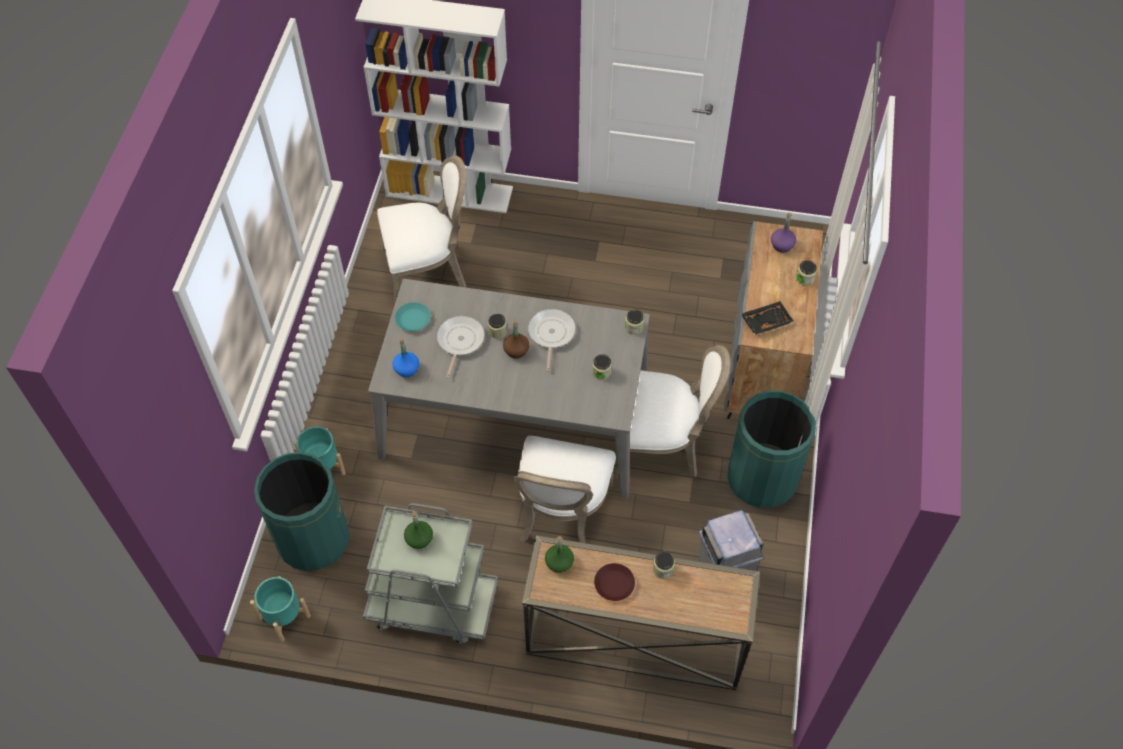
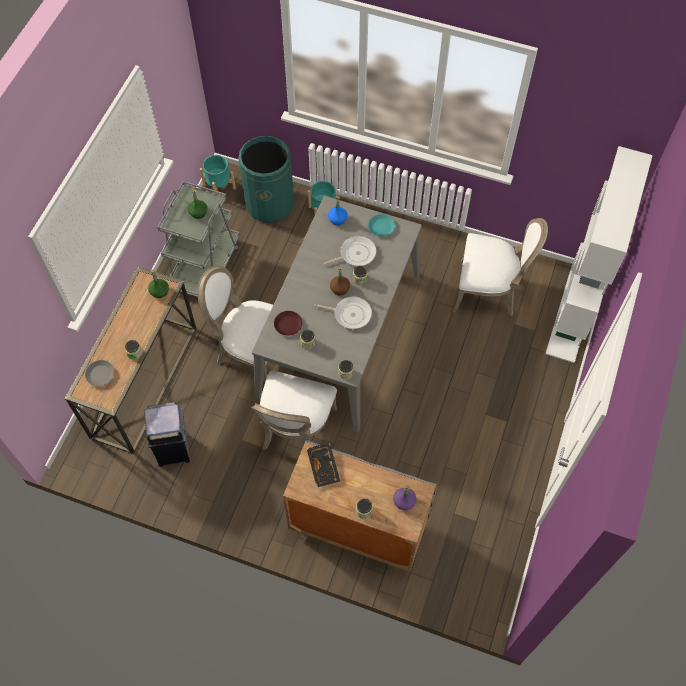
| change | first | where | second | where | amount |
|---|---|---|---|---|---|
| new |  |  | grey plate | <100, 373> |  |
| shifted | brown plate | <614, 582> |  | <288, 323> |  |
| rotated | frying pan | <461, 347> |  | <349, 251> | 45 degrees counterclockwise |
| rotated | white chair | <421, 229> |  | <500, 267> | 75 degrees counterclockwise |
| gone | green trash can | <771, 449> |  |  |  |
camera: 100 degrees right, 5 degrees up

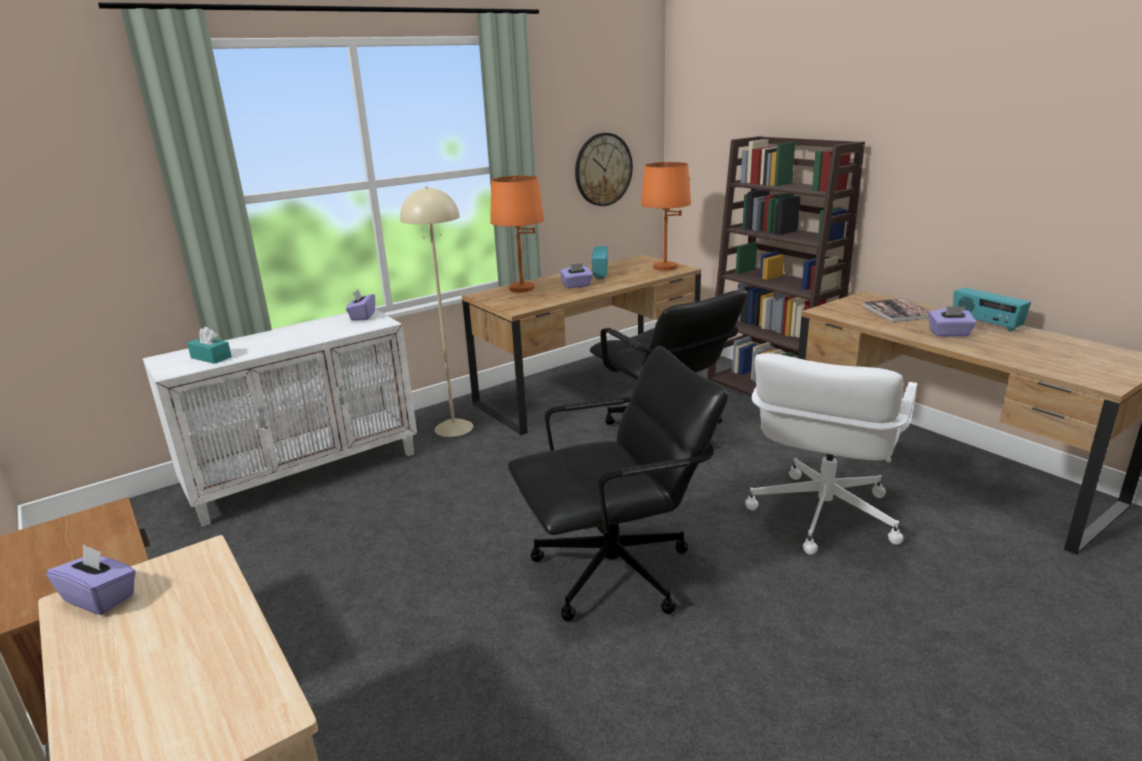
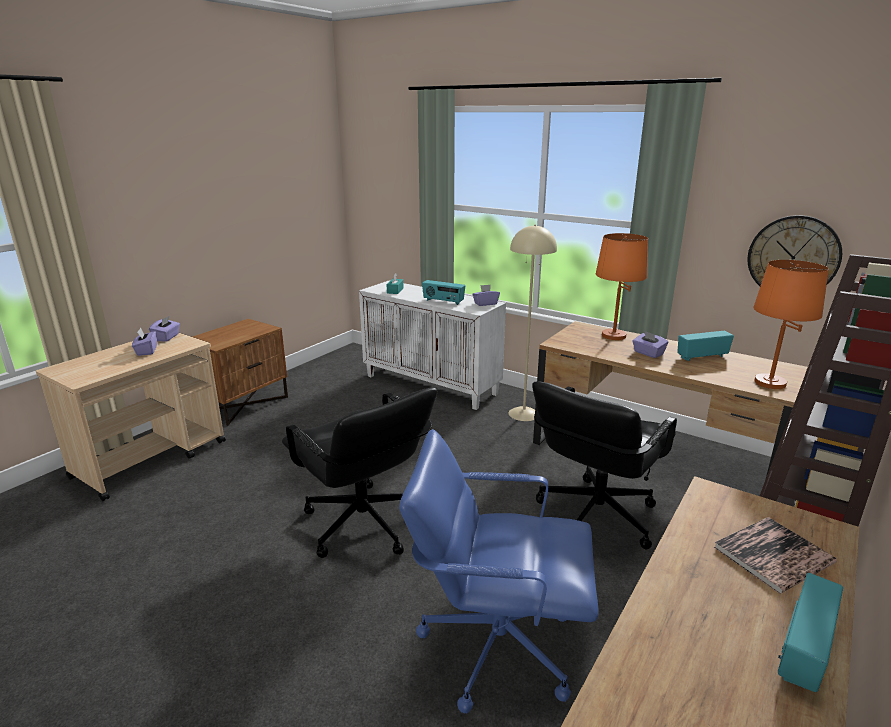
| change | first | where | second | where | amount |
|---|---|---|---|---|---|
| shifted | purple tissue box | <952, 321> |  | <144, 342> |  |
| repainted | white office chair | <831, 454> | blue office chair | <499, 571> |  |
| new |  |  | radio | <443, 292> |  |
camera: 70 degrees right, 0 degrees up

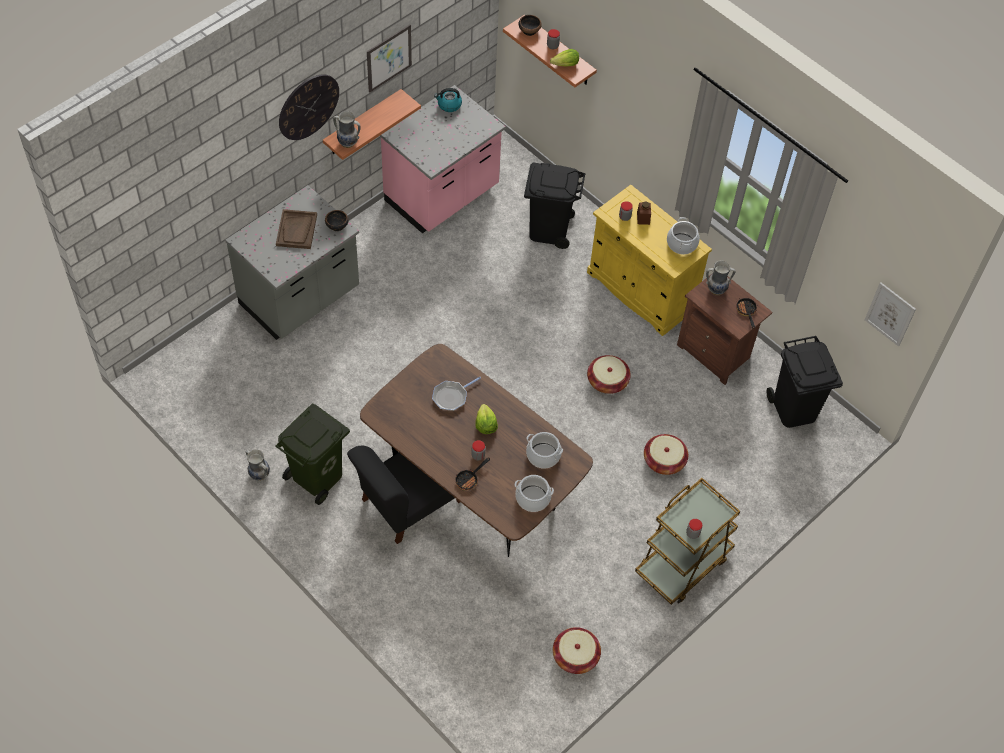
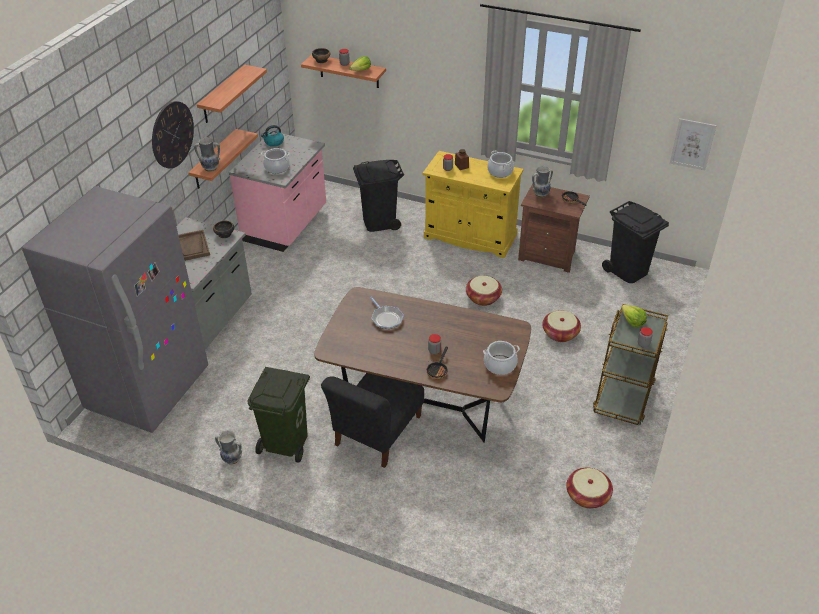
| change | first | where | second | where | amount |
|---|---|---|---|---|---|
| new |  |  | grey fridge | <115, 309> |  |
| swapped | picture | <389, 58> | shelf | <232, 94> |  |
| shifted | cooking pot | <544, 450> |  | <275, 161> |  |
| rotated | frying pan | <456, 394> |  | <387, 313> | 60 degrees counterclockwise |
| shifted | lettuce | <486, 419> |  | <634, 316> |  |
camera: 20 degrees left, 15 degrees down

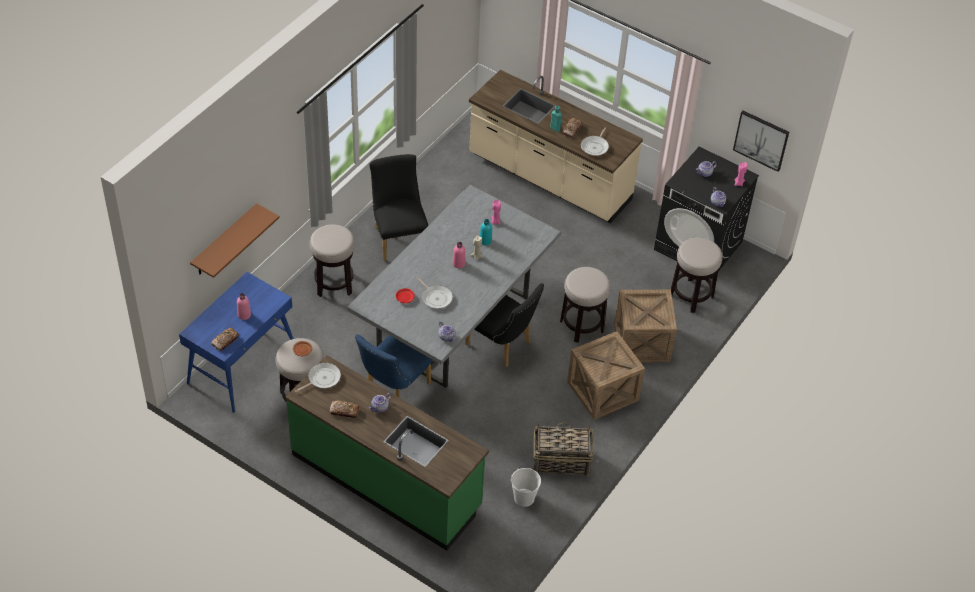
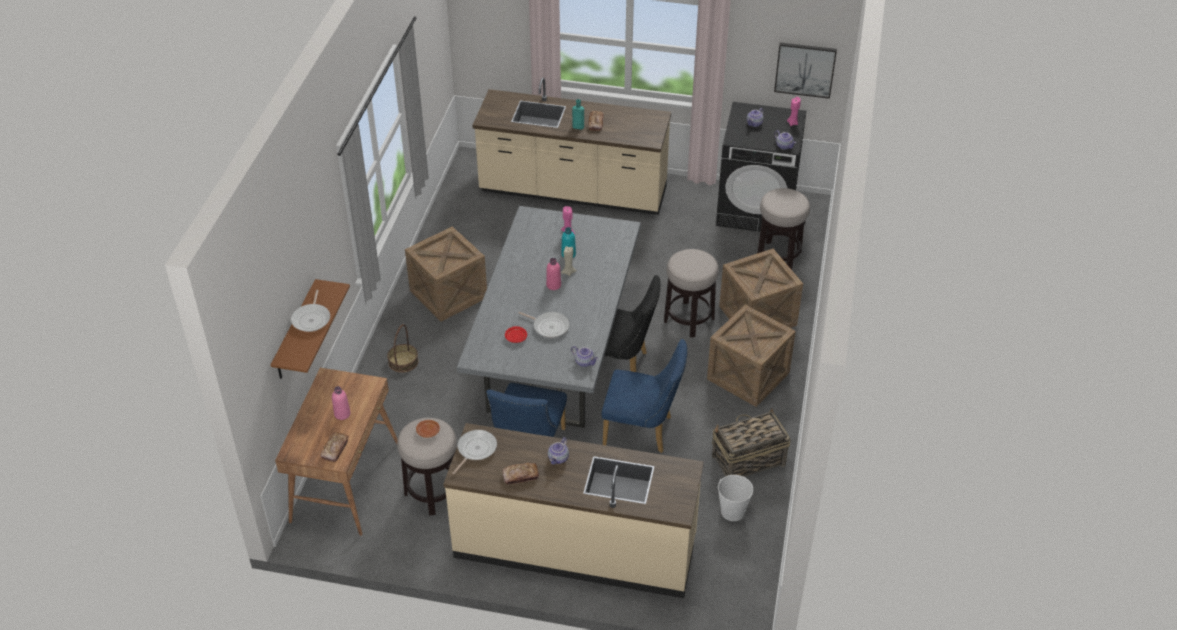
| change | first | where | second | where | amount |
|---|---|---|---|---|---|
| repainted | blue desk | <236, 342> | brown desk | <336, 452> |  |
| shifted | frying pan | <595, 141> |  | <310, 311> |  |
| swapped | stool | <332, 260> | basket | <403, 348> |  |
| swapped | black chair | <398, 207> | crate | <446, 274> |  |
| repainted | green counter | <387, 453> | beige counter | <573, 510> |  |
| new |  |  | blue chair | <645, 396> |  |
camera: 20 degrees left, 5 degrees down

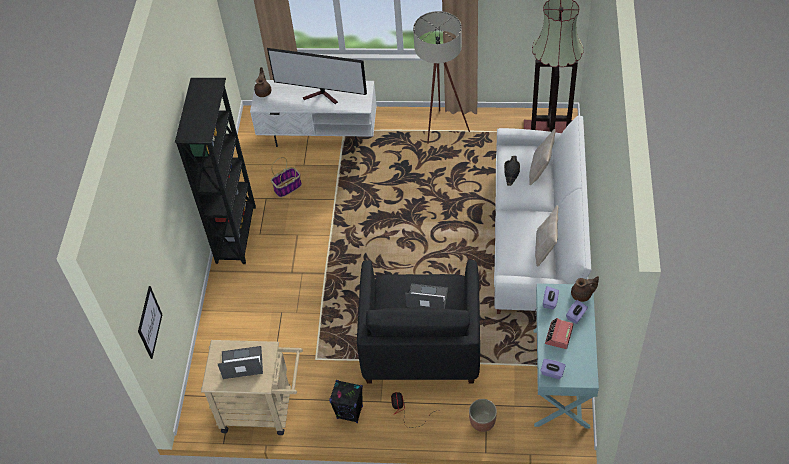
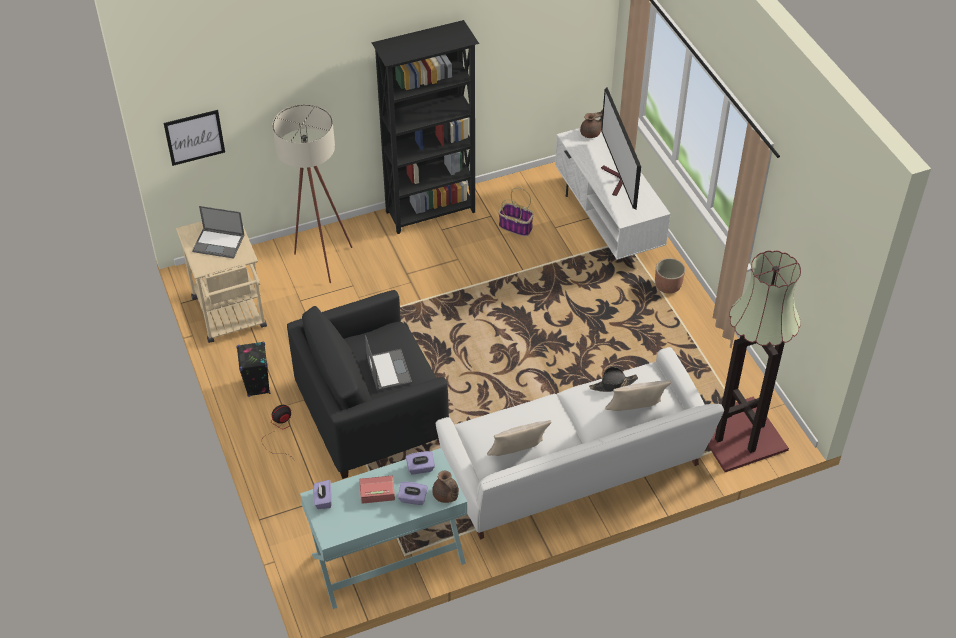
| change | first | where | second | where | amount |
|---|---|---|---|---|---|
| rotated | laptop | <240, 362> |  | <218, 232> | 135 degrees clockwise |
| shifted | beige floor lamp | <441, 77> |  | <312, 193> |  |
| shifted | planter | <483, 415> |  | <670, 276> |  |
camera: 60 degrees right, 5 degrees down

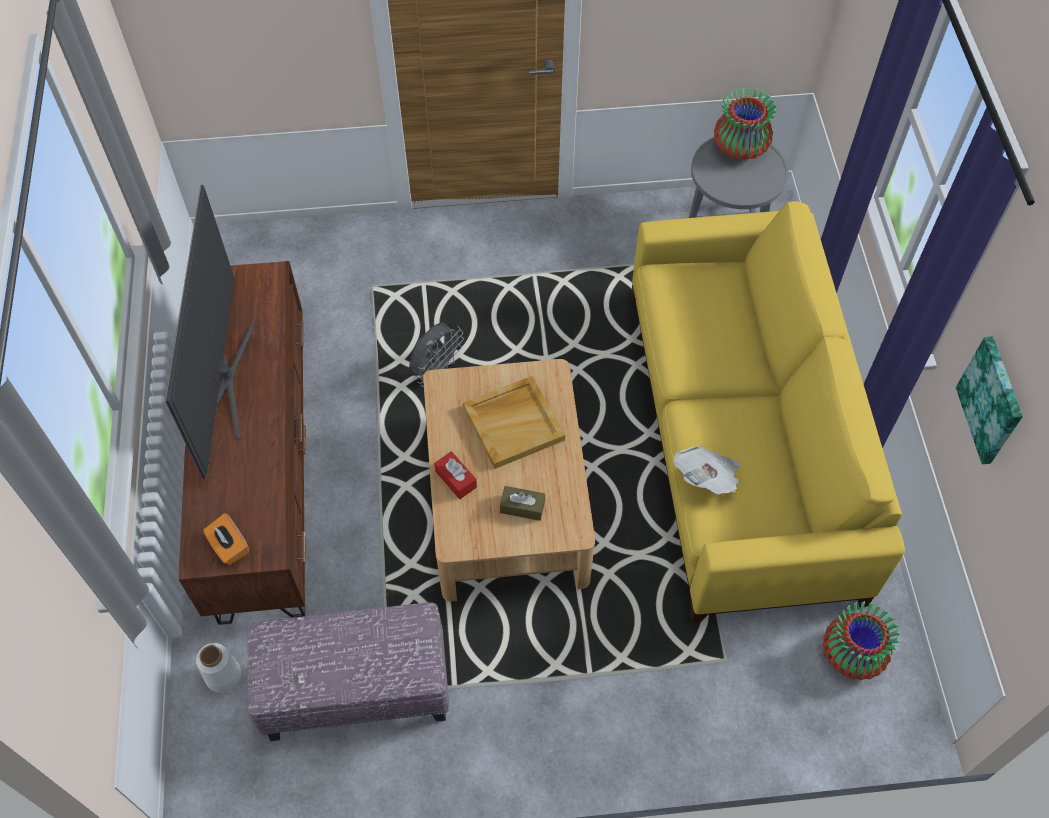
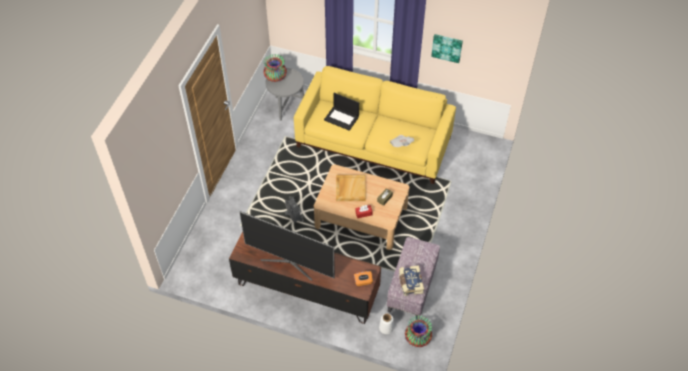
| change | first | where | second | where | amount |
|---|---|---|---|---|---|
| new |  |  | laptop | <341, 112> |  |
| new |  |  | book | <411, 280> |  |
| shifted | vase | <861, 641> |  | <418, 332> |  |
camera: 65 degrees left, 5 degrees down

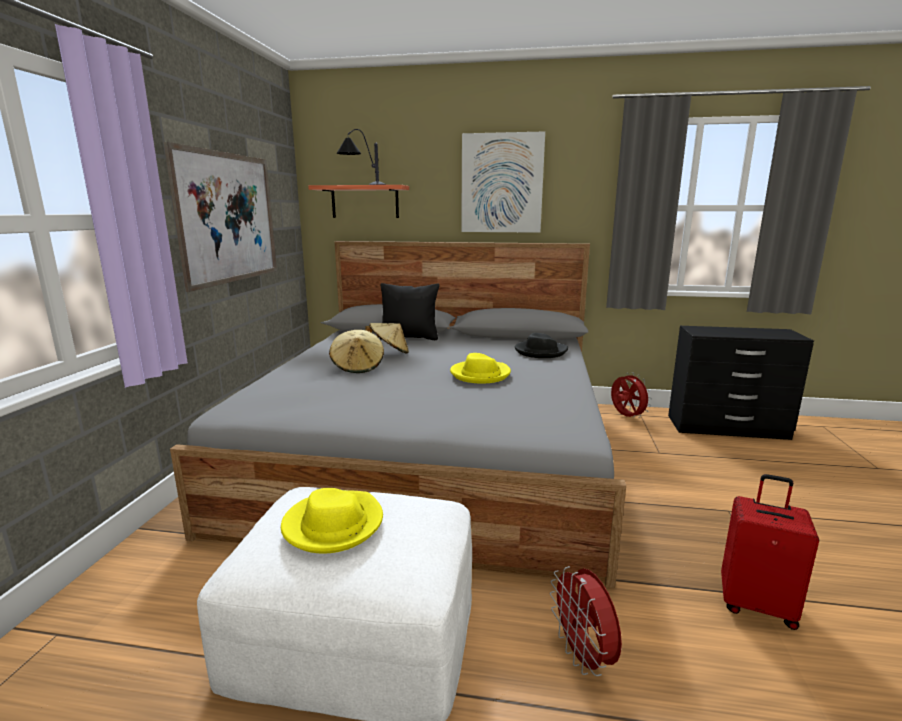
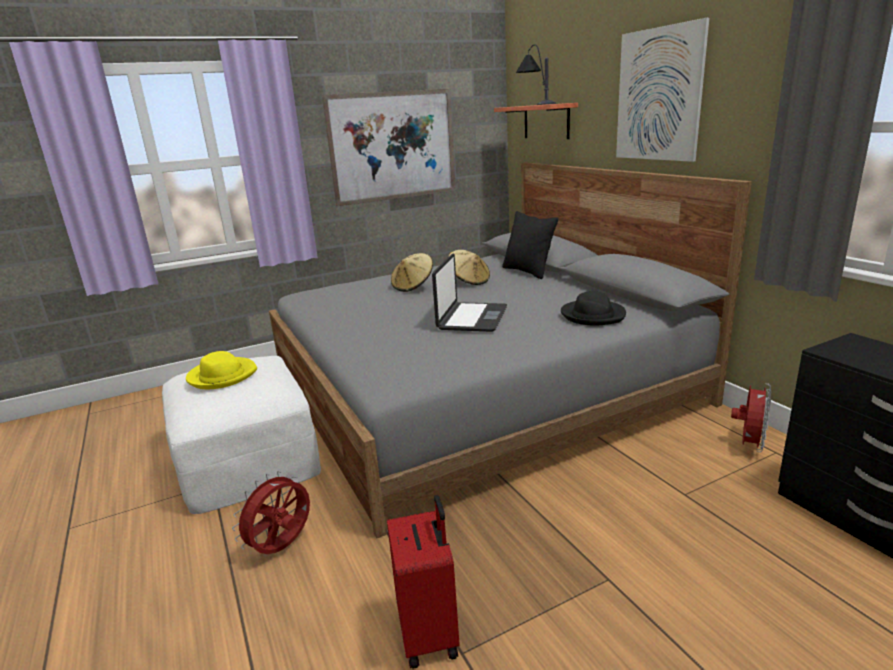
| change | first | where | second | where | amount |
|---|---|---|---|---|---|
| swapped | yellow hat | <480, 368> | laptop | <469, 292> |  |
camera: 55 degrees right, 5 degrees up

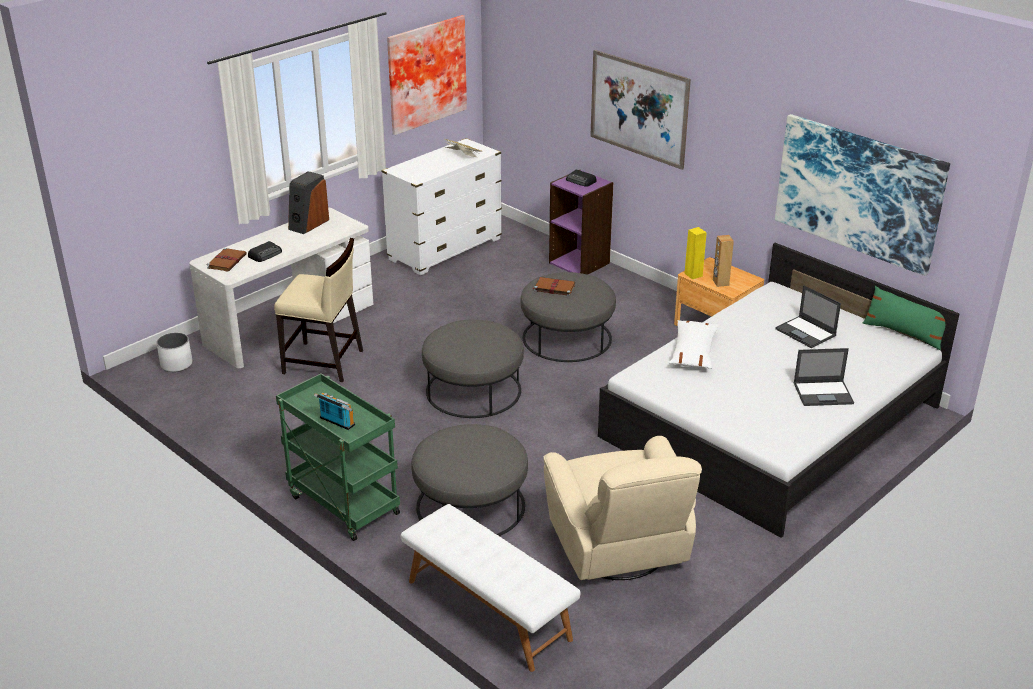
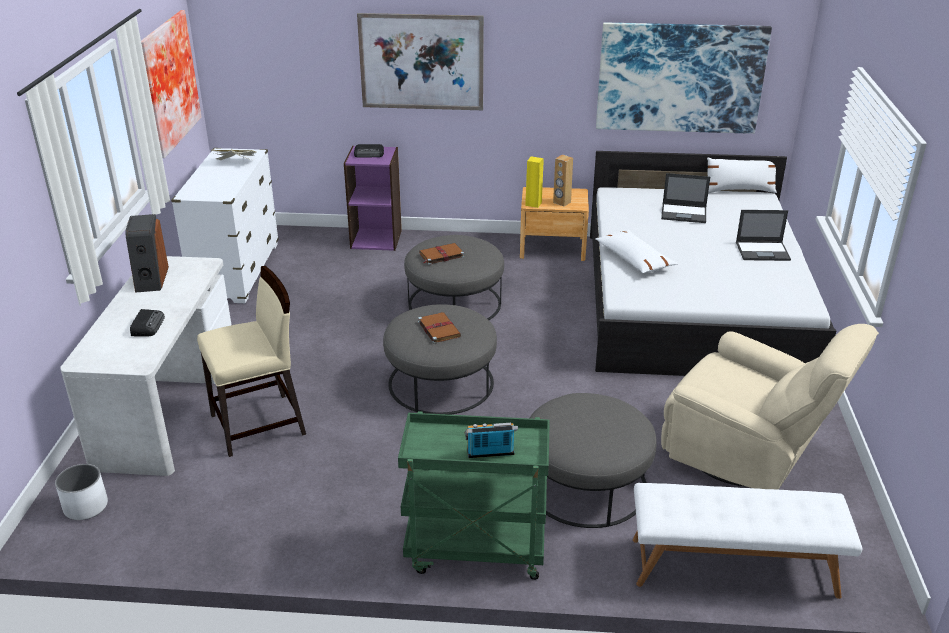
| change | first | where | second | where | amount |
|---|---|---|---|---|---|
| shifted | brown book | <226, 259> |  | <439, 328> |  |
| repainted | green pillow | <908, 318> | white pillow | <742, 175> |  |
| rotated | laptop | <823, 377> |  | <763, 235> | 45 degrees clockwise |
camera: 40 degrees left, 0 degrees up

